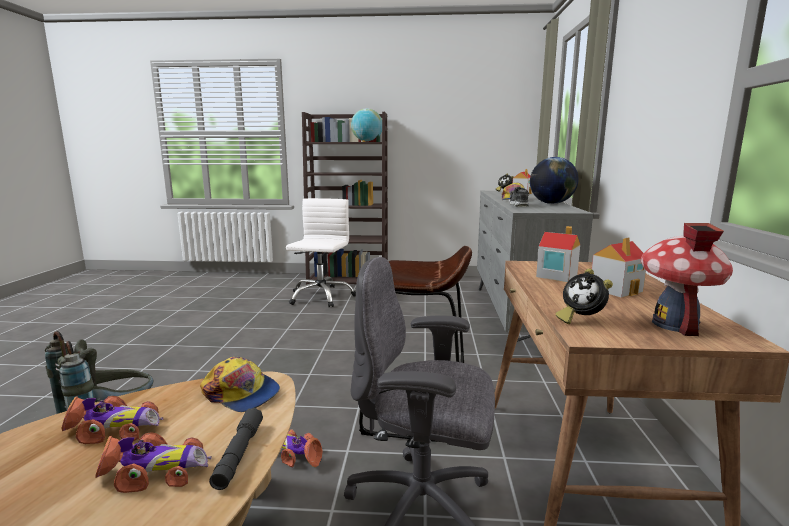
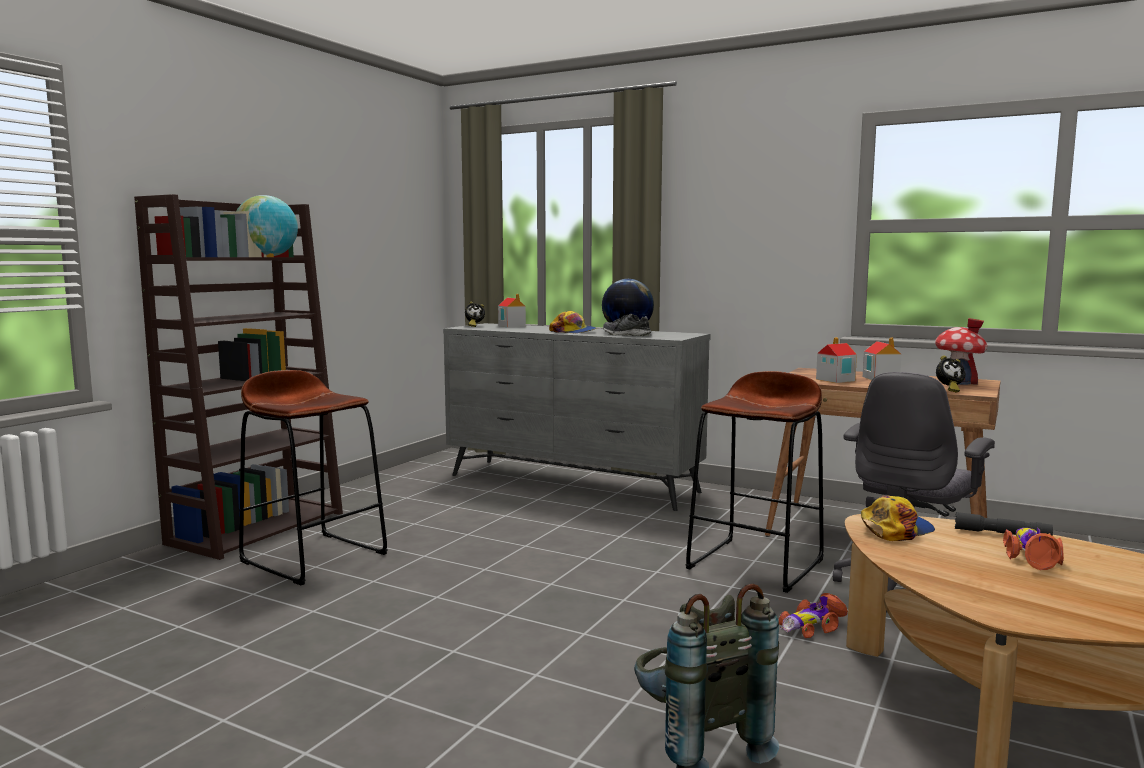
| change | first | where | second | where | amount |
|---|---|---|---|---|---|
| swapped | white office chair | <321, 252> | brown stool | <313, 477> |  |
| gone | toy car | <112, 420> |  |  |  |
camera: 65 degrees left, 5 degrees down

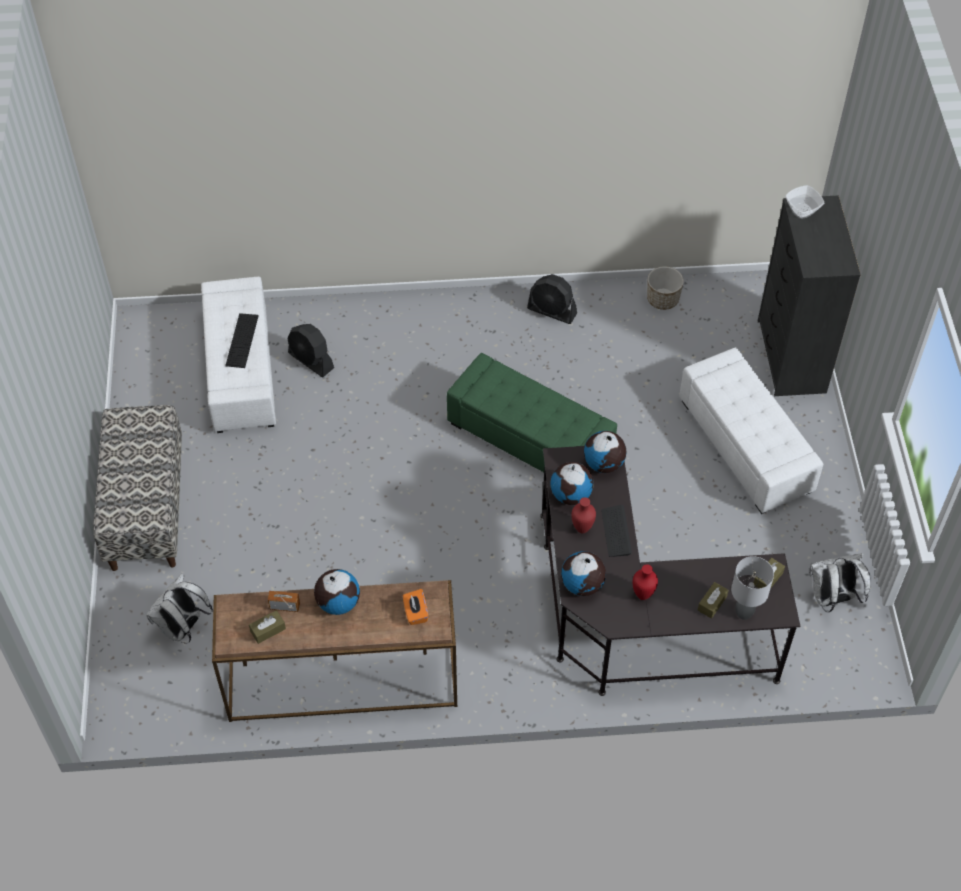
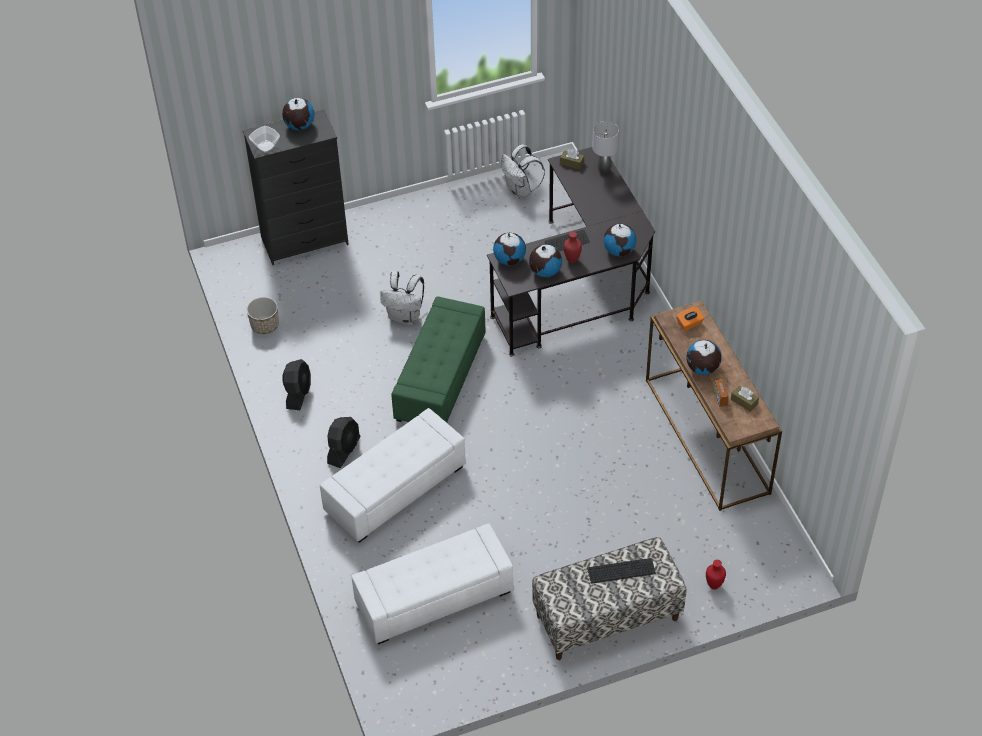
| change | first | where | second | where | amount |
|---|---|---|---|---|---|
| new |  |  | globe | <298, 114> |  |
| shifted | white ottoman | <751, 430> |  | <393, 475> |  |
| shifted | black fan | <310, 350> |  | <343, 442> |  |
| shifted | white backpack | <179, 609> |  | <402, 298> |  |
| shifted | keyboard | <242, 340> |  | <621, 571> |  |
| shifted | red vase | <645, 582> |  | <716, 575> |  |
| gone | brown tissue box | <713, 600> |  |  |  |
camera: 105 degrees left, 5 degrees down

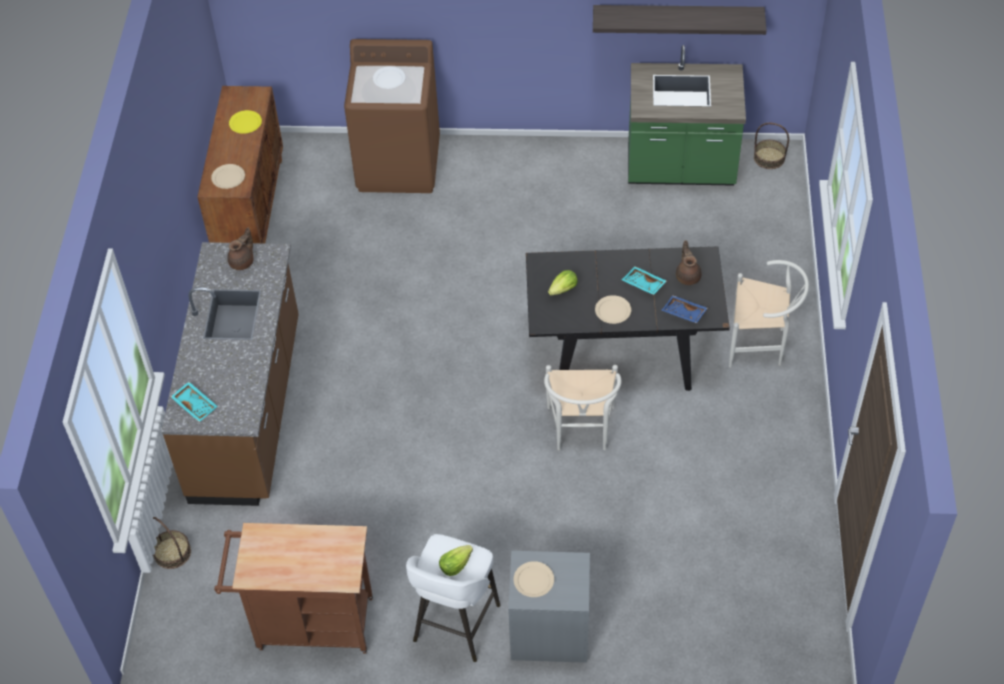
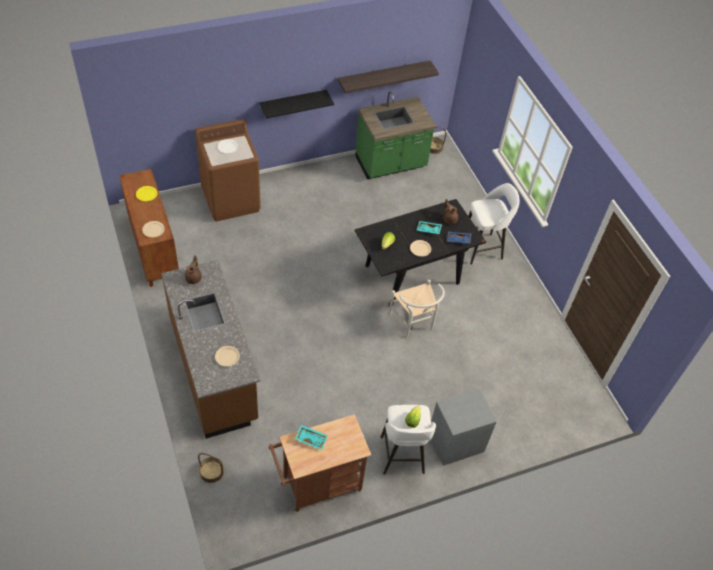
| change | first | where | second | where | amount |
|---|---|---|---|---|---|
| shifted | beige plate | <534, 579> |  | <227, 356> |  |
| new |  |  | black shelf | <296, 104> |  |
| shifted | turquoise tray | <194, 402> |  | <311, 437> |  |
| swapped | white chair | <769, 314> | white stool | <494, 224> |  |
camera: 30 degrees left, 0 degrees up

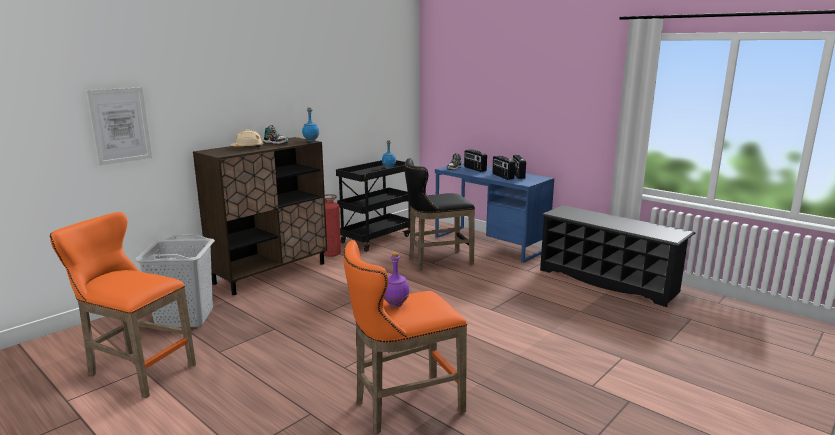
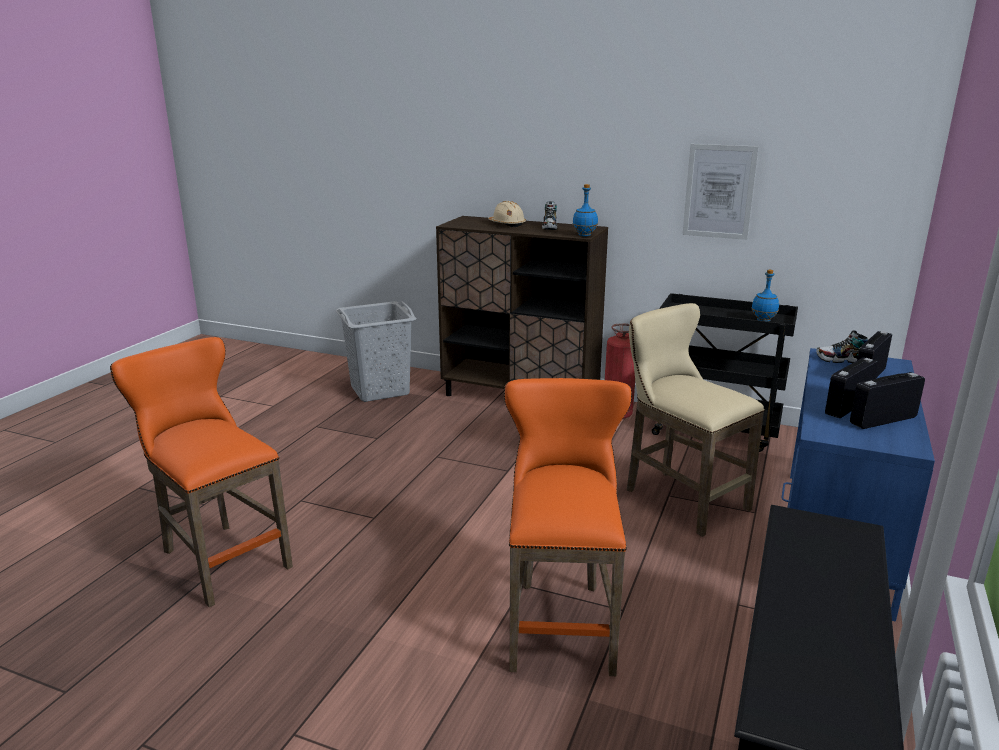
| change | first | where | second | where | amount |
|---|---|---|---|---|---|
| shifted | orange stool | <123, 305> |  | <568, 527> |  |
| repainted | black stool | <439, 214> | beige stool | <696, 420> |  |
| shifted | picture | <119, 126> |  | <720, 192> |  |
| gone | purple bottle | <397, 279> |  |  |  |
camera: 70 degrees right, 5 degrees up

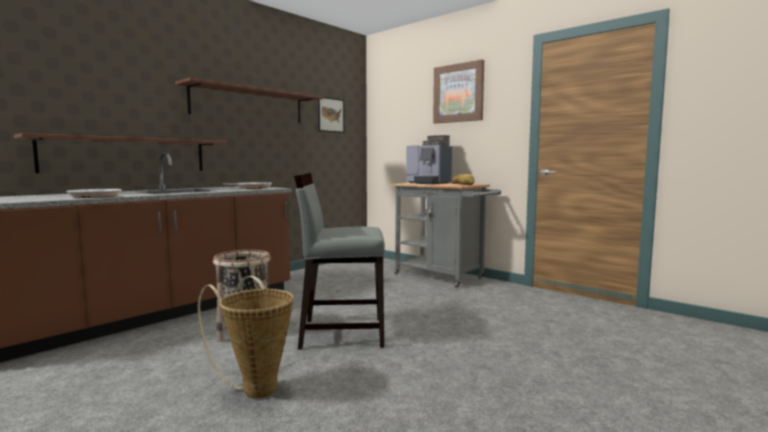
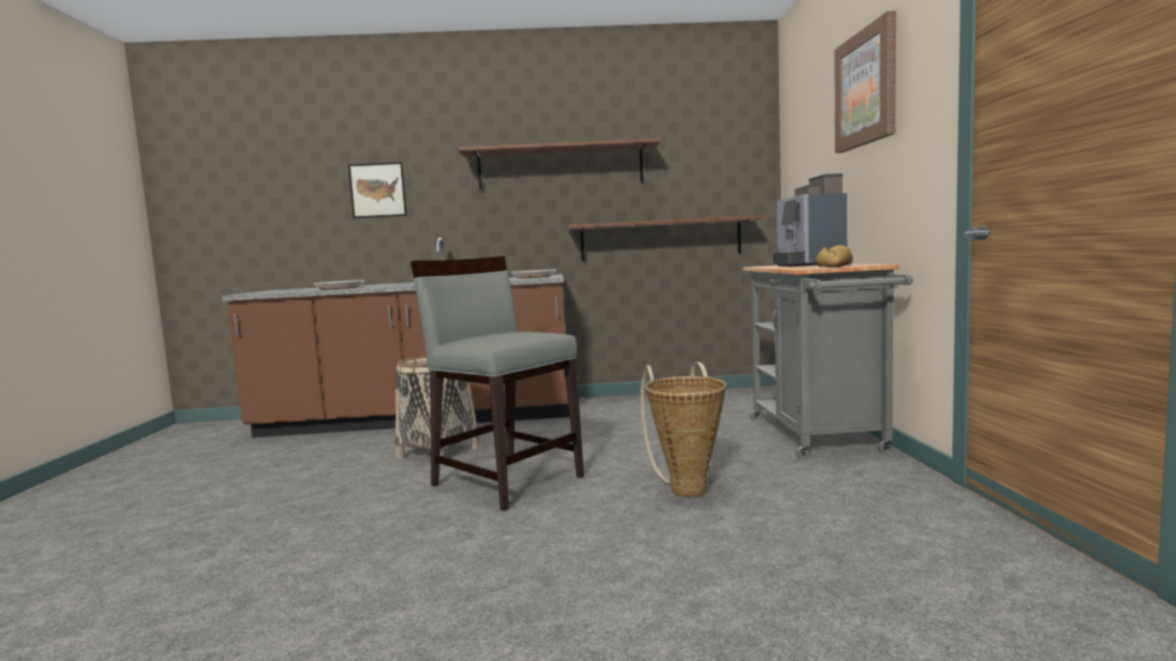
| change | first | where | second | where | amount |
|---|---|---|---|---|---|
| shifted | picture | <331, 115> |  | <377, 190> |  |
| shifted | brown shelf | <120, 153> |  | <666, 238> |  |
| shifted | basket | <246, 337> |  | <684, 429> |  |
camera: 45 degrees right, 0 degrees up

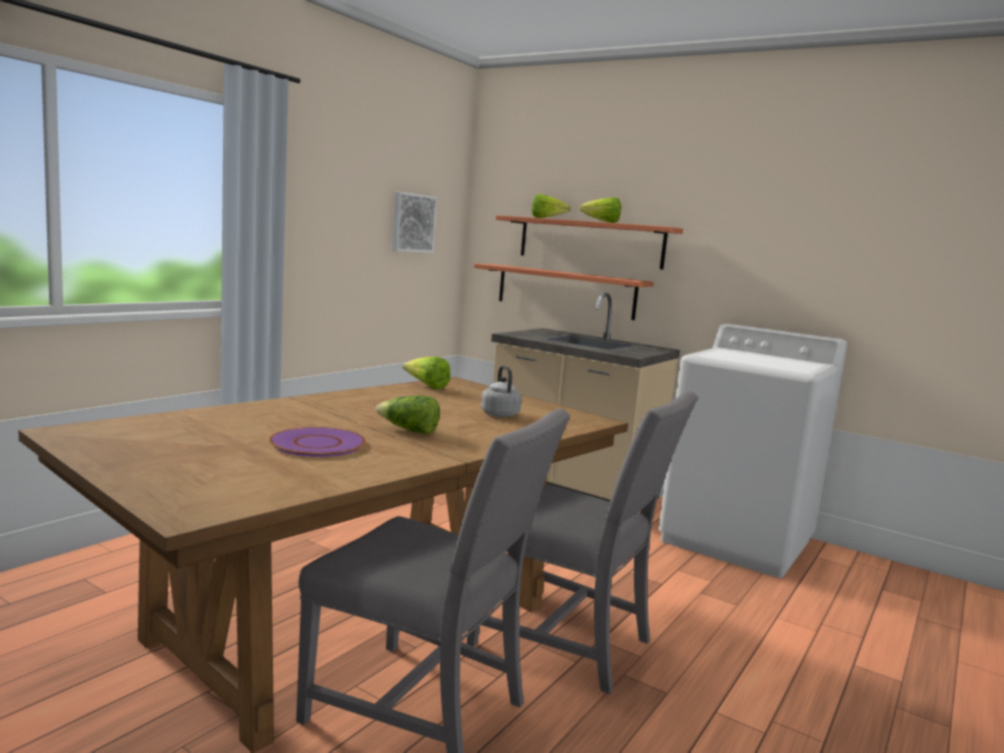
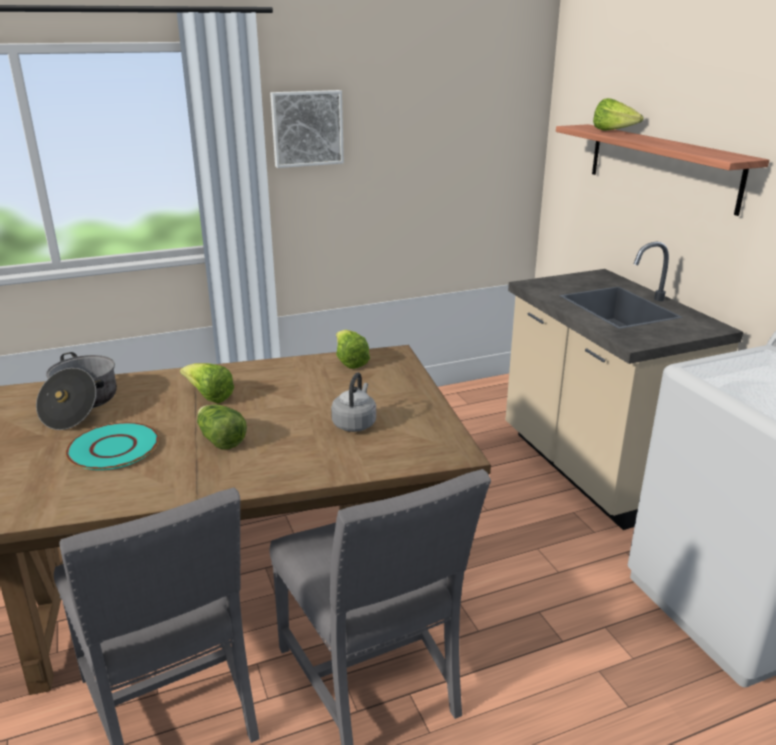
| change | first | where | second | where | amount |
|---|---|---|---|---|---|
| new |  |  | cooking pot | <76, 391> |  |
| repainted | purple plate | <317, 442> | turquoise plate | <112, 446> |  |
| shifted | lettuce | <600, 210> |  | <207, 383> |  |
| shifted | picture | <414, 222> |  | <307, 129> |  |
| gone | shelf | <563, 292> |  |  |  |
camera: 35 degrees right, 15 degrees up

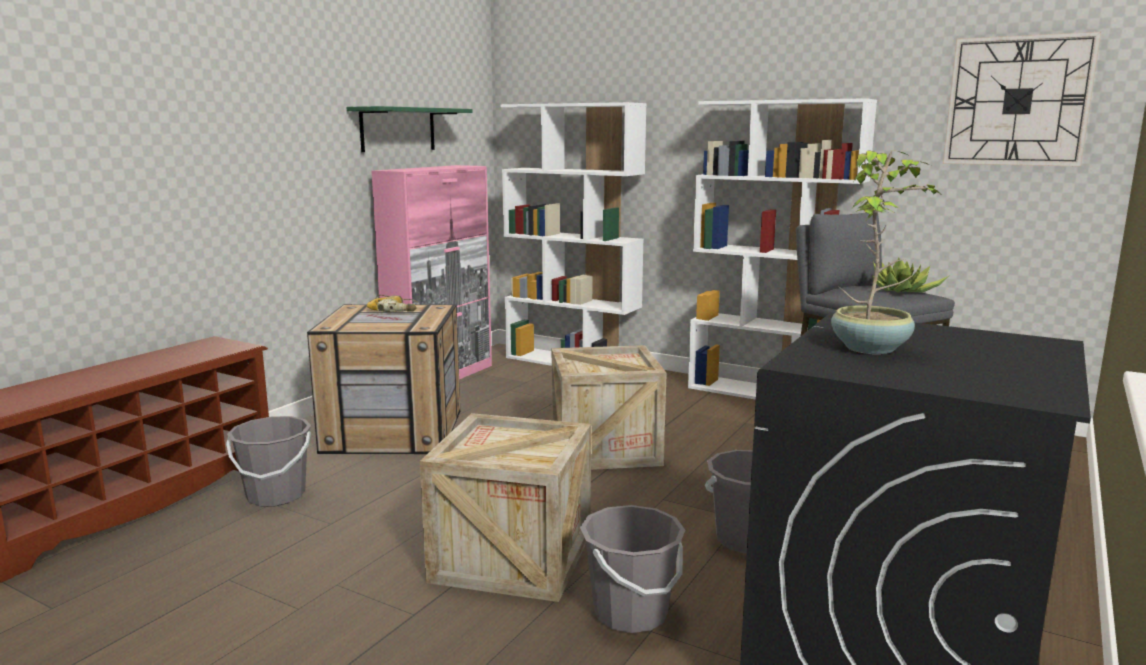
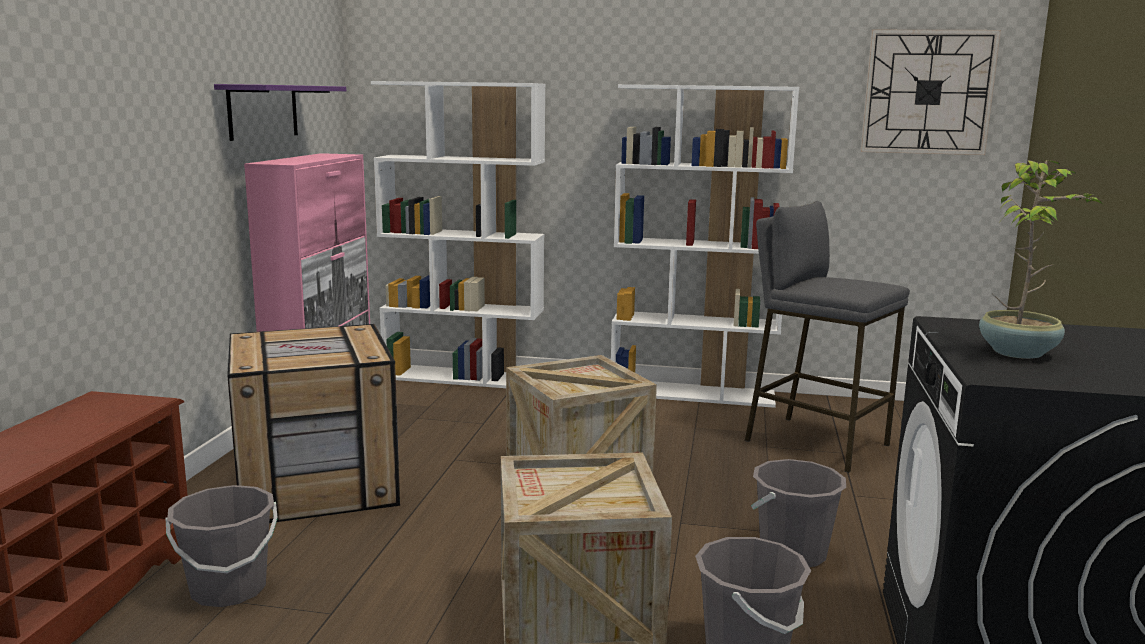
| change | first | where | second | where | amount |
|---|---|---|---|---|---|
| repainted | green shelf | <409, 129> | purple shelf | <280, 112> |  |
| gone | power drill | <392, 303> |  |  |  |
| gone | potted plant | <910, 275> |  |  |  |
camera: 20 degrees left, 0 degrees up

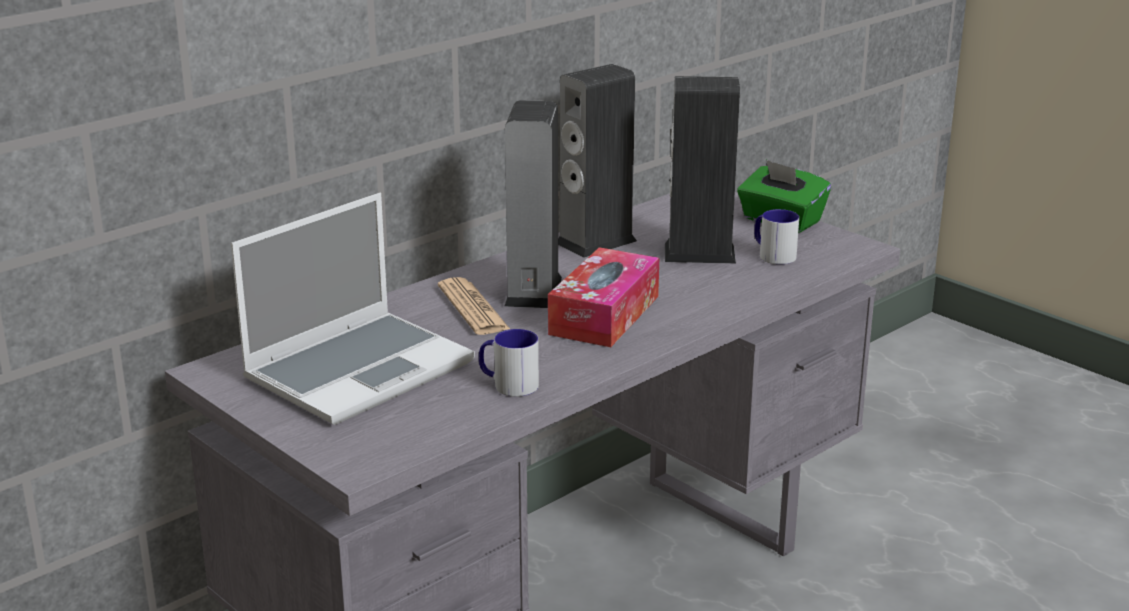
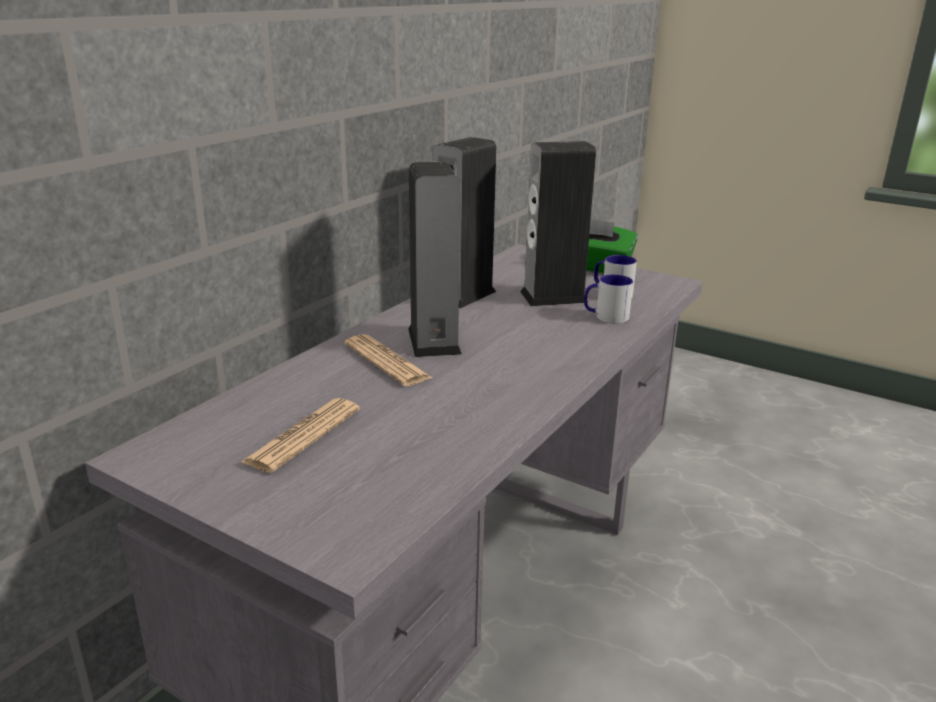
| change | first | where | second | where | amount |
|---|---|---|---|---|---|
| swapped | laptop | <353, 309> | newspaper | <300, 435> |  |
| shifted | mug | <509, 363> |  | <608, 299> |  |
| gone | tissue box | <603, 297> |  |  |  |
camera: 15 degrees left, 0 degrees up

